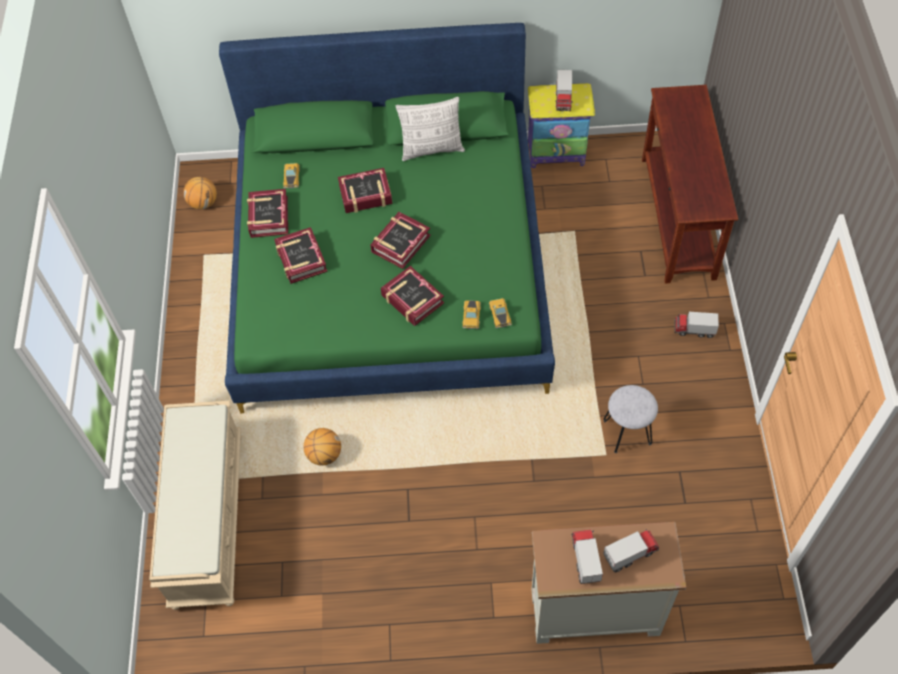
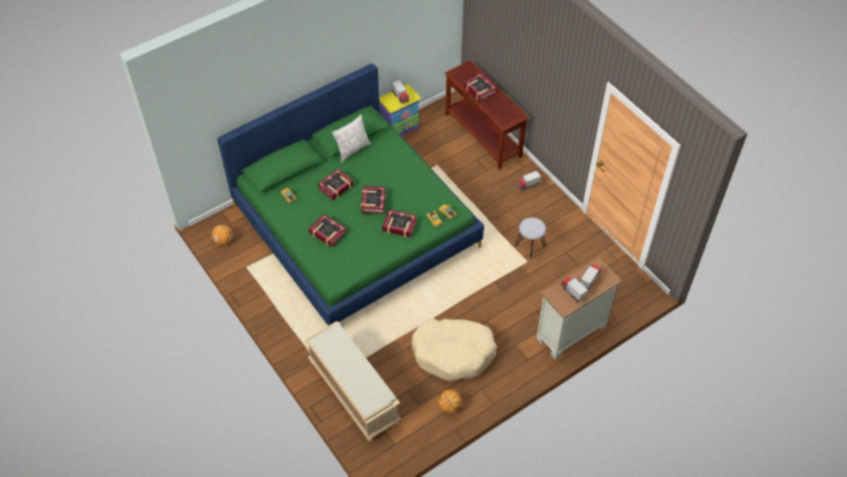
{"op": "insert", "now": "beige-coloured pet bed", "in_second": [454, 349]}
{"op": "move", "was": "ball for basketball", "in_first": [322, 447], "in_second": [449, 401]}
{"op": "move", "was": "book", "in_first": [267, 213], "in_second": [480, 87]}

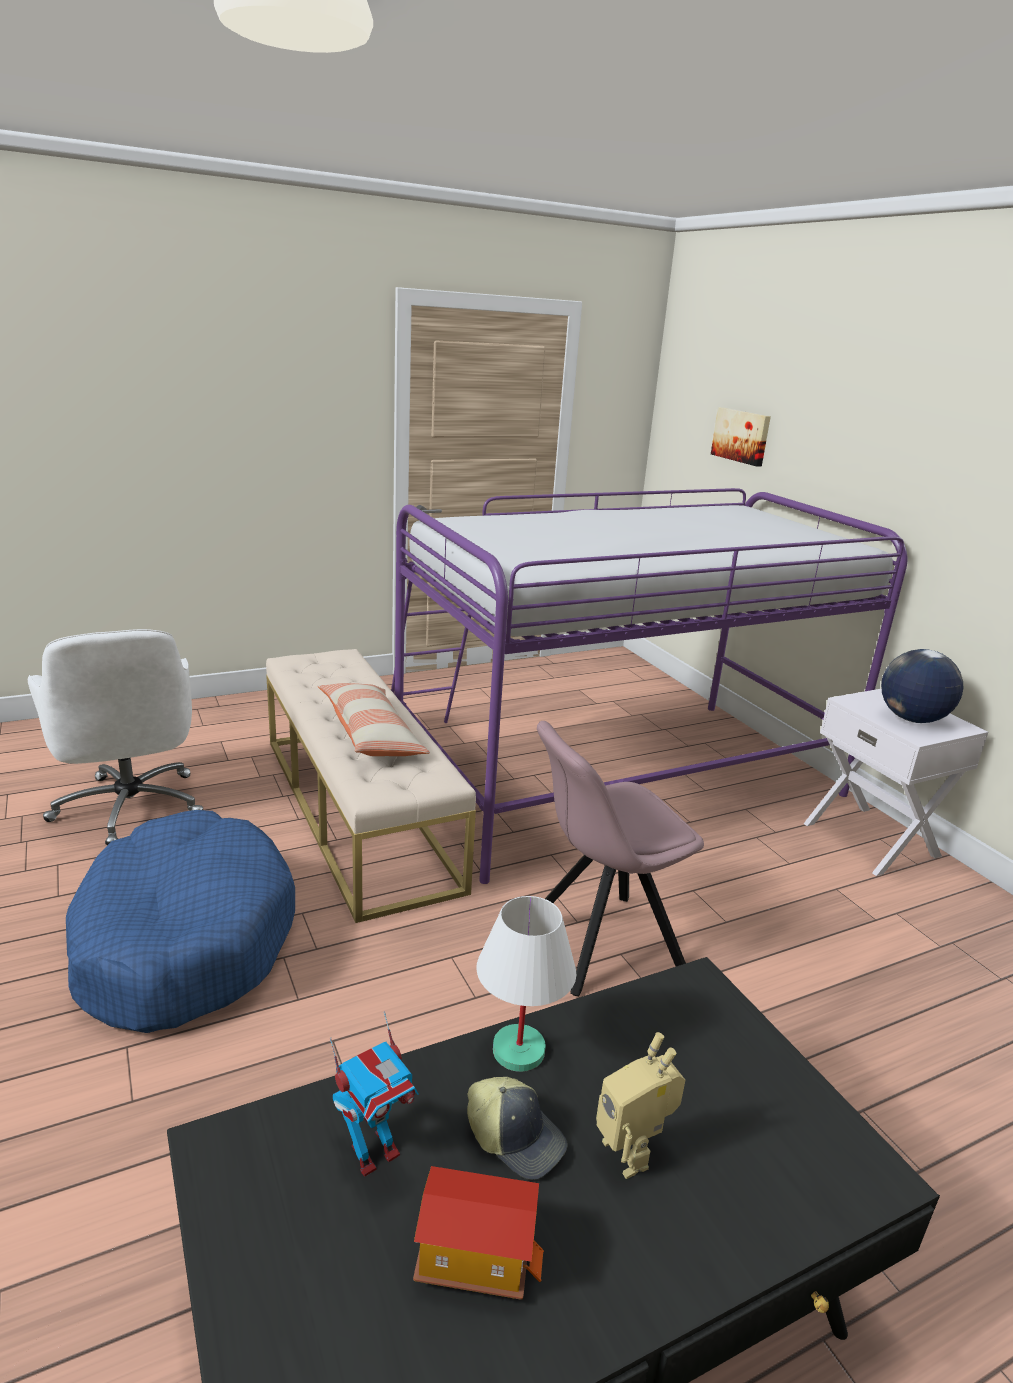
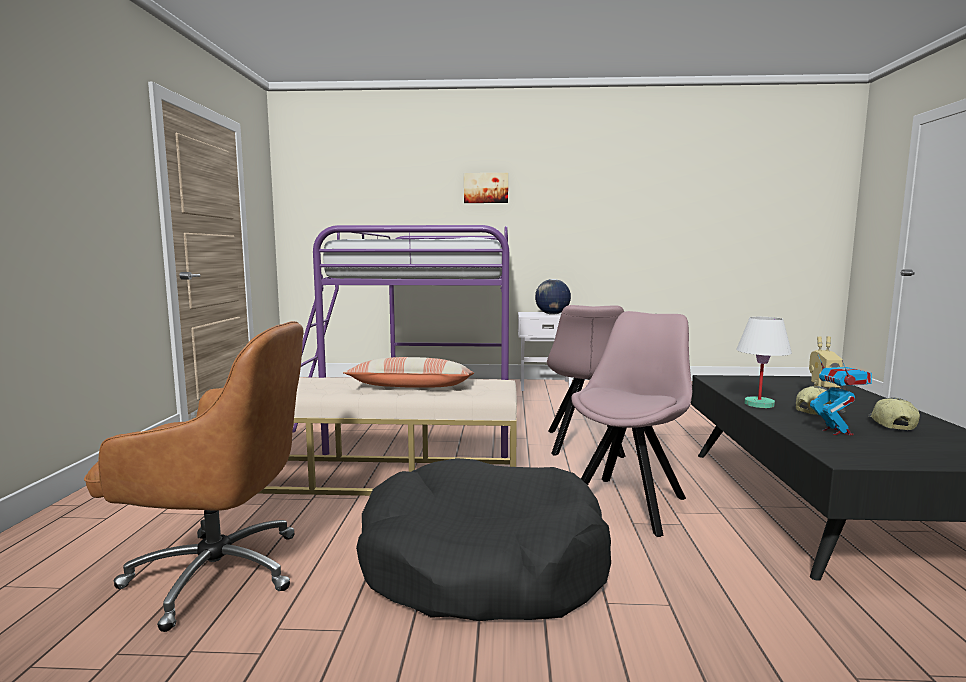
{"op": "recolor", "was": "white-coloured desk chair", "now": "brownish desk chair", "in_first": [115, 737], "in_second": [194, 476]}
{"op": "recolor", "was": "blue pet bed", "now": "blackish pet bed", "in_first": [180, 921], "in_second": [483, 539]}
{"op": "move", "was": "picture", "in_first": [741, 437], "in_second": [486, 188]}
{"op": "insert", "now": "pink plain chair", "in_second": [631, 424]}
{"op": "replace", "was": "miniature house", "now": "peaked cap", "in_first": [478, 1233], "in_second": [894, 413]}

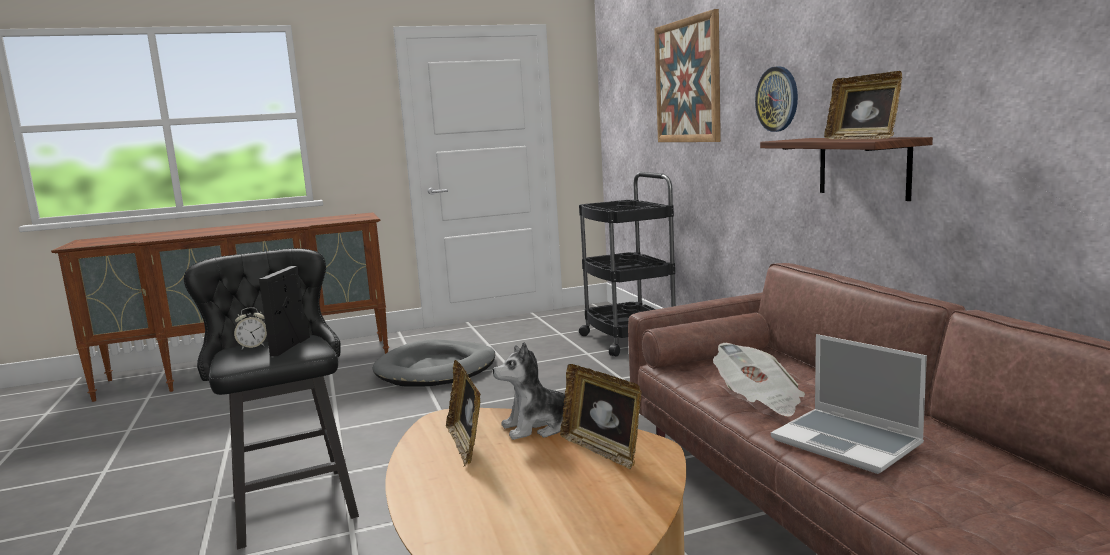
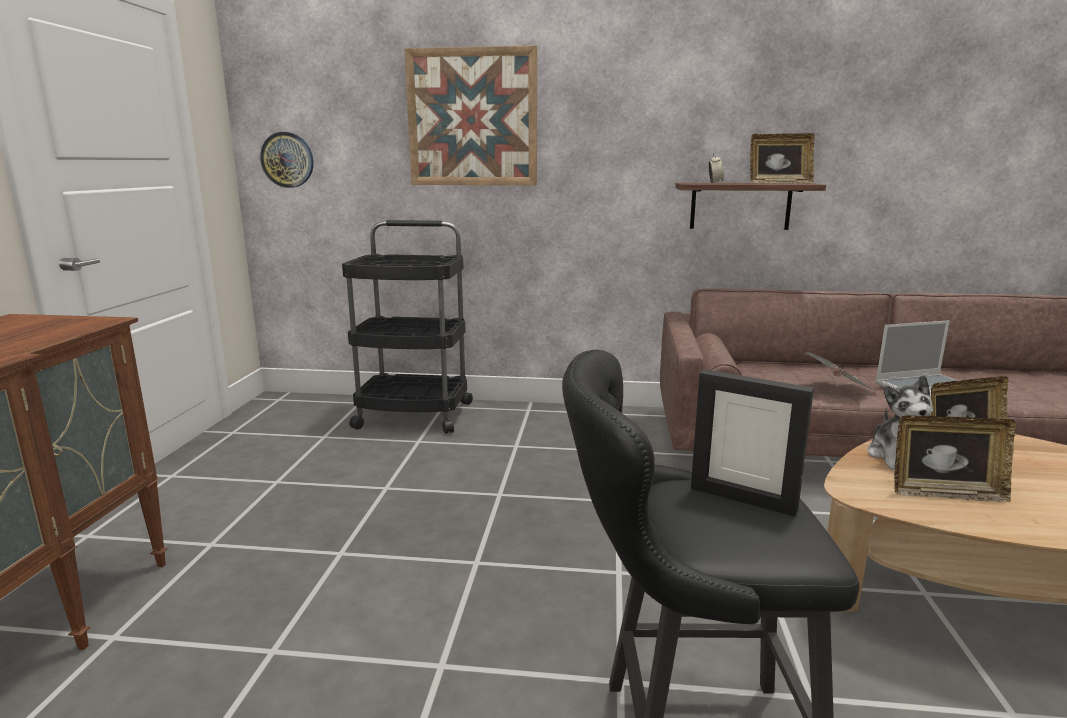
{"op": "move", "was": "clock on the wall", "in_first": [776, 99], "in_second": [286, 160]}
{"op": "move", "was": "bedside clock", "in_first": [250, 328], "in_second": [716, 167]}
{"op": "delete", "was": "gray pet bed", "in_first": [434, 363]}

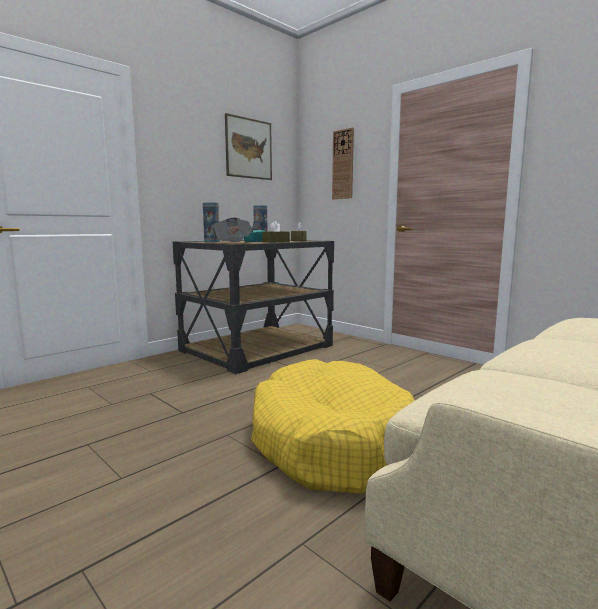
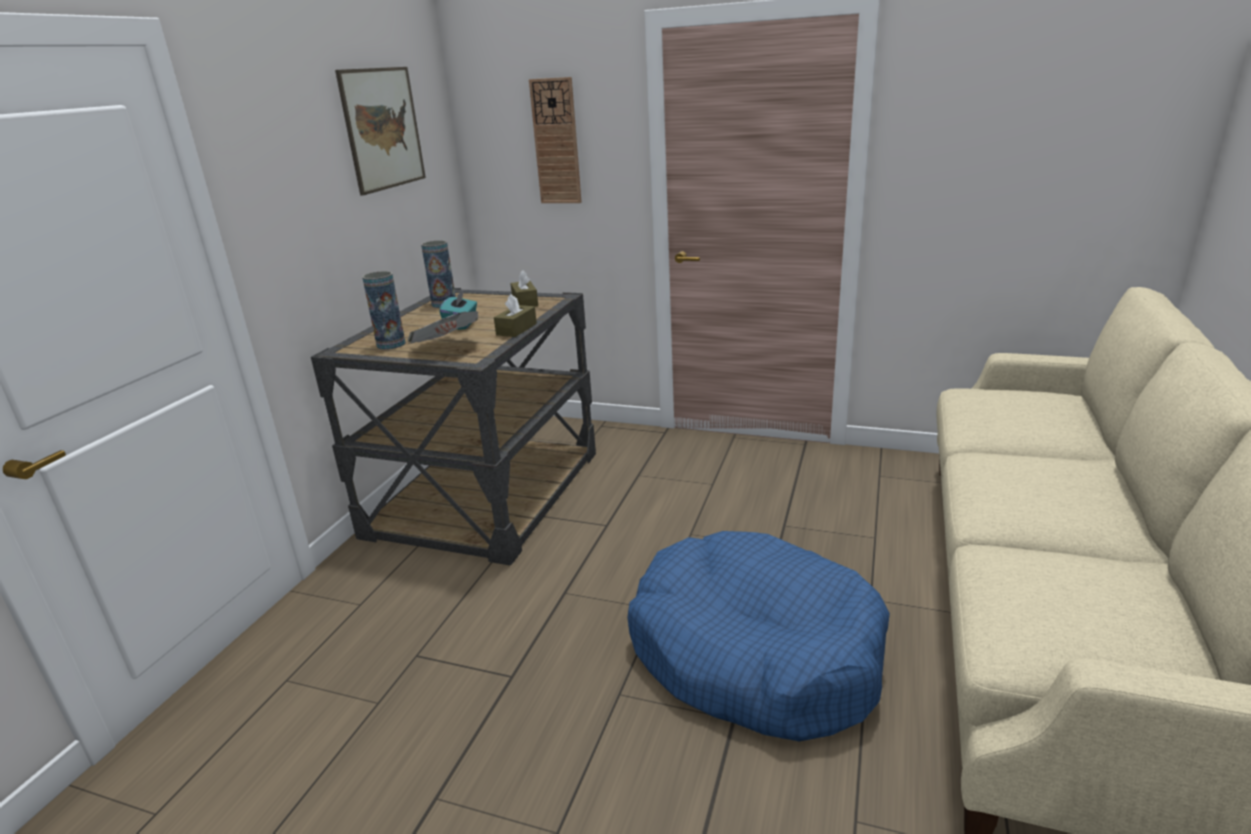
{"op": "recolor", "was": "yellowish pet bed", "now": "blue pet bed", "in_first": [333, 426], "in_second": [758, 636]}

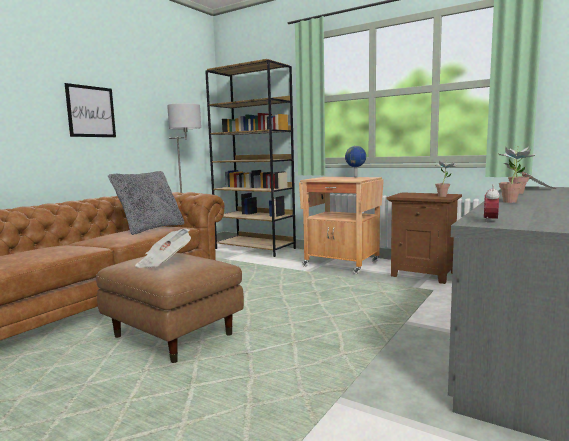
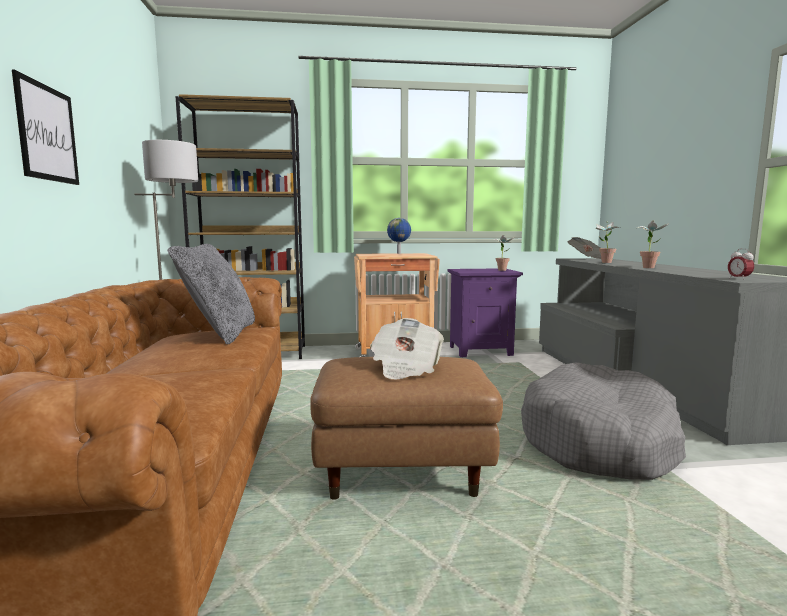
{"op": "recolor", "was": "brownish night table", "now": "purple night table", "in_first": [424, 238], "in_second": [485, 313]}
{"op": "insert", "now": "gray pet bed", "in_second": [603, 421]}

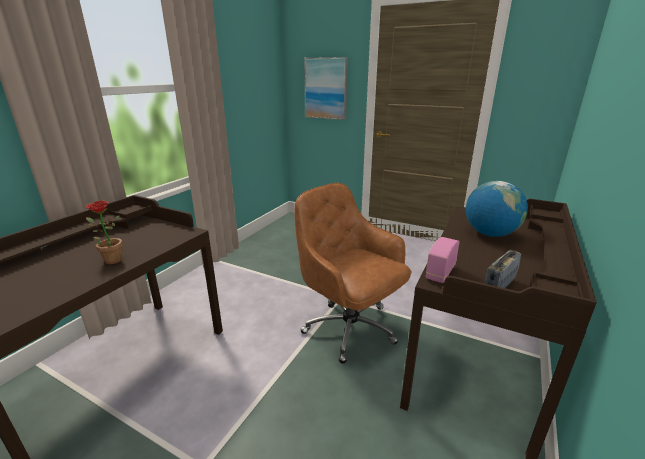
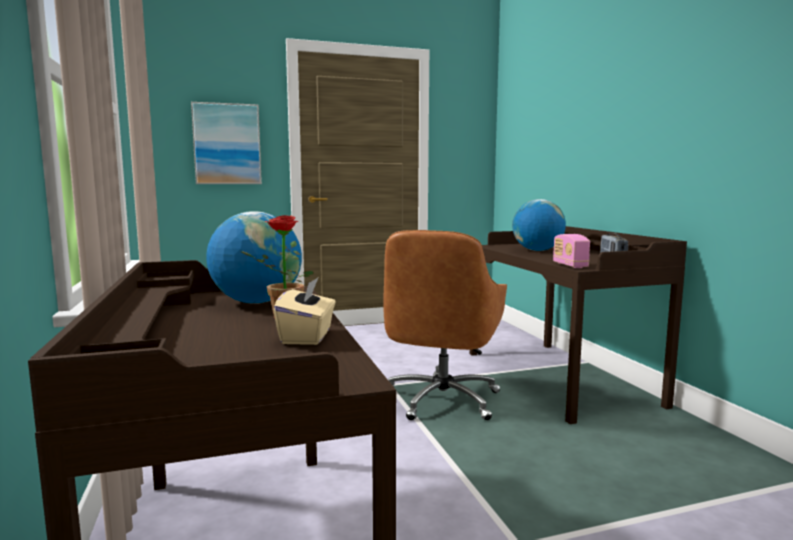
{"op": "insert", "now": "globe", "in_second": [254, 257]}
{"op": "insert", "now": "beige-coloured tissue holder", "in_second": [304, 311]}
{"op": "rotate", "was": "brownish desk chair", "in_first": [353, 273], "in_second": [445, 325], "clockwise": -75}

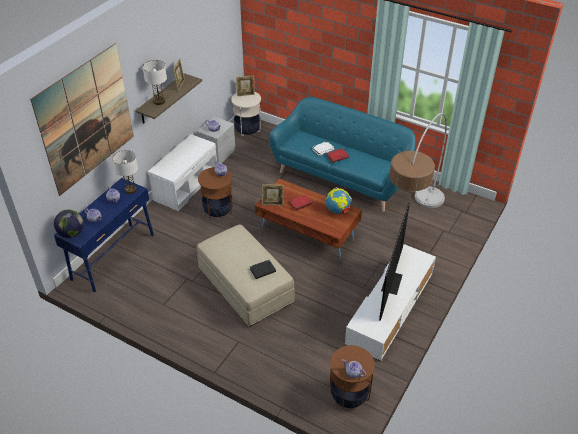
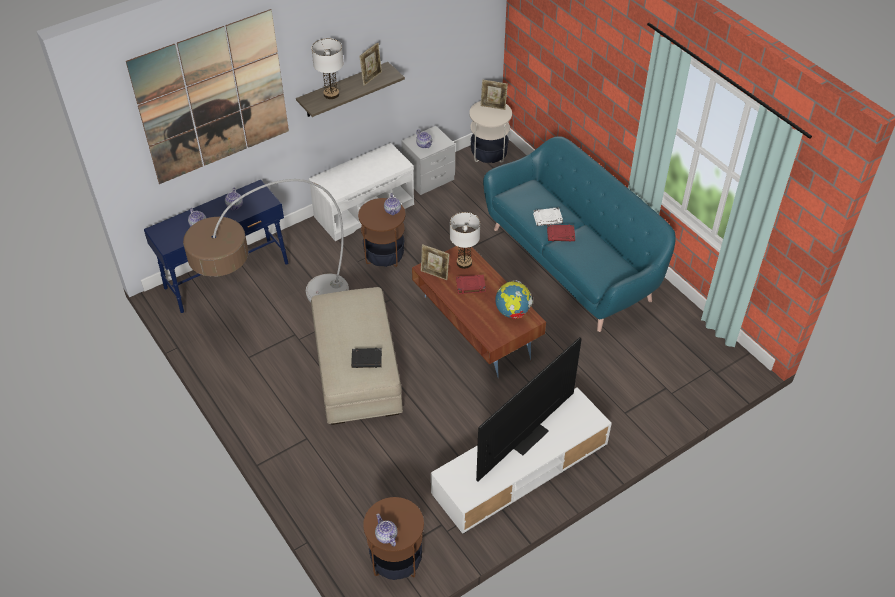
{"op": "move", "was": "standard lamp", "in_first": [418, 160], "in_second": [266, 241]}
{"op": "move", "was": "table lamp", "in_first": [125, 172], "in_second": [465, 240]}
{"op": "delete", "was": "globe", "in_first": [69, 223]}

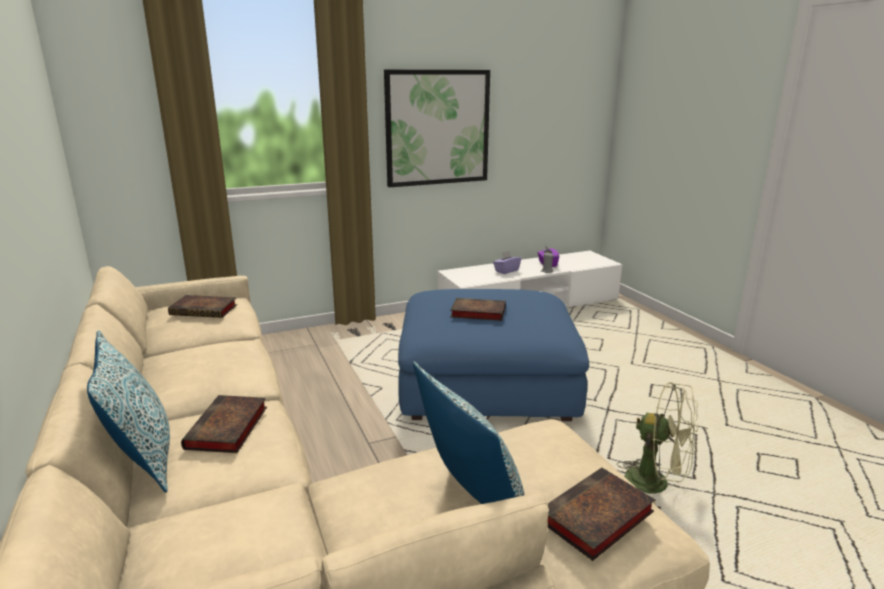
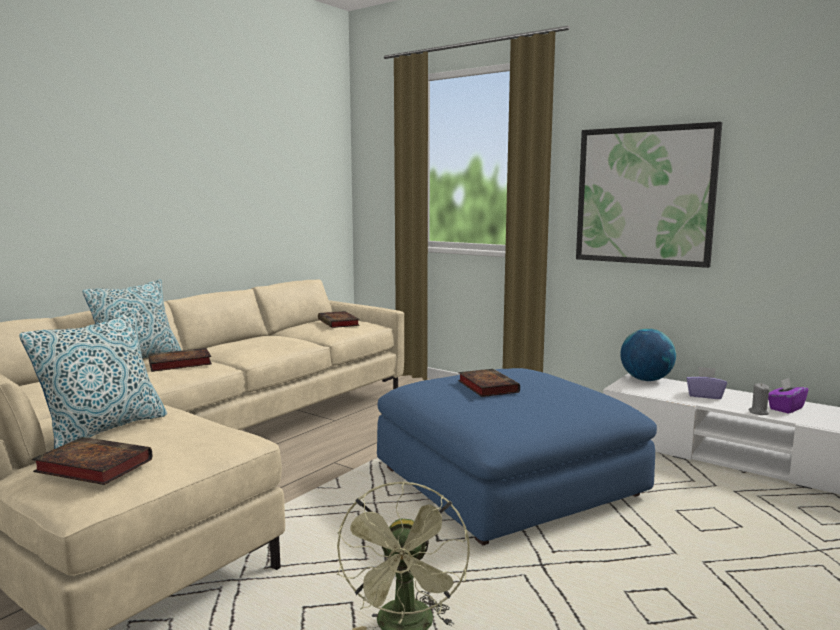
{"op": "insert", "now": "globe", "in_second": [648, 354]}

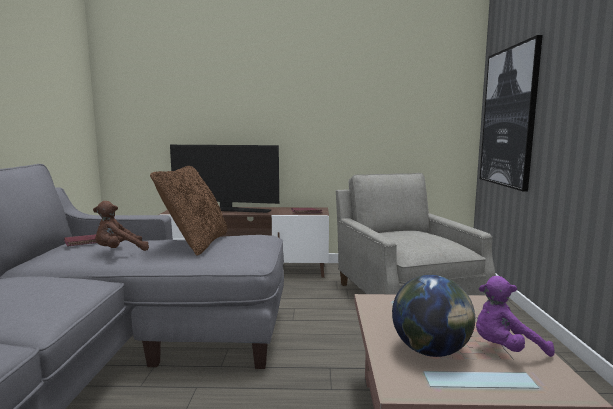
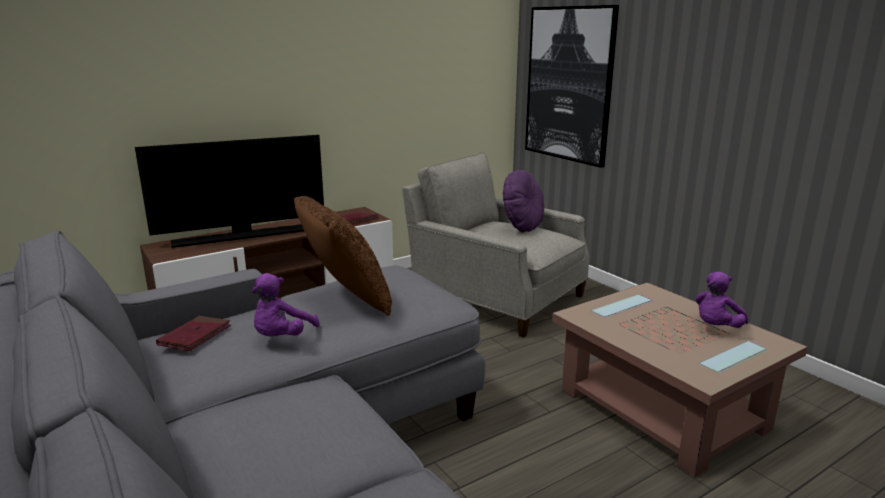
{"op": "recolor", "was": "brownish cuddly toy", "now": "purple cuddly toy", "in_first": [121, 226], "in_second": [286, 304]}
{"op": "insert", "now": "purple pillow", "in_second": [523, 201]}
{"op": "delete", "was": "globe", "in_first": [433, 316]}

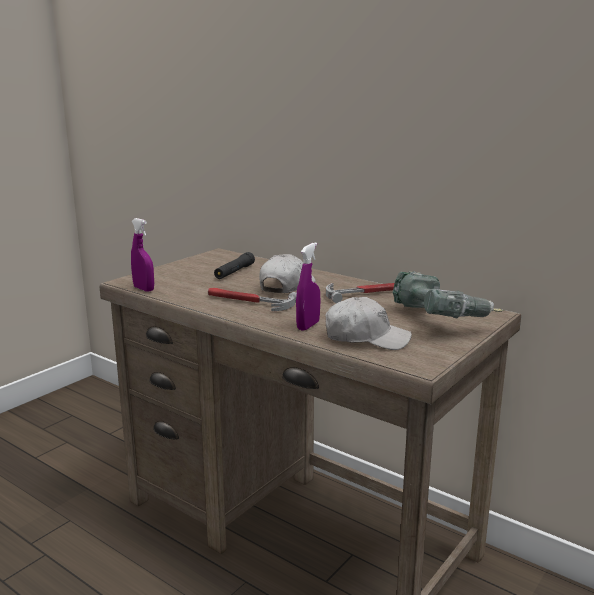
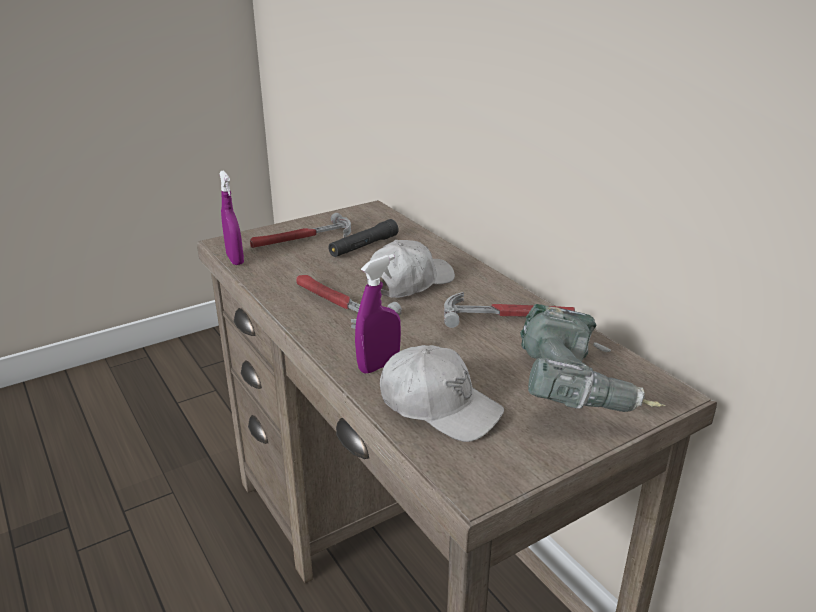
{"op": "insert", "now": "hand hammer", "in_second": [300, 230]}

